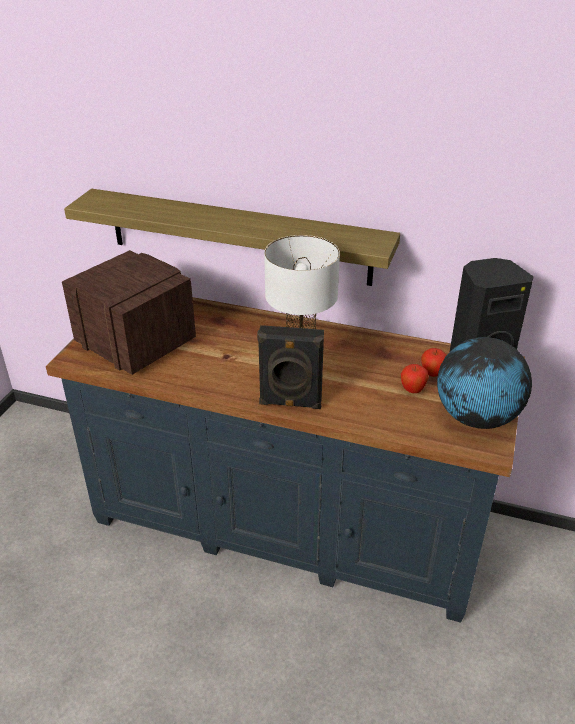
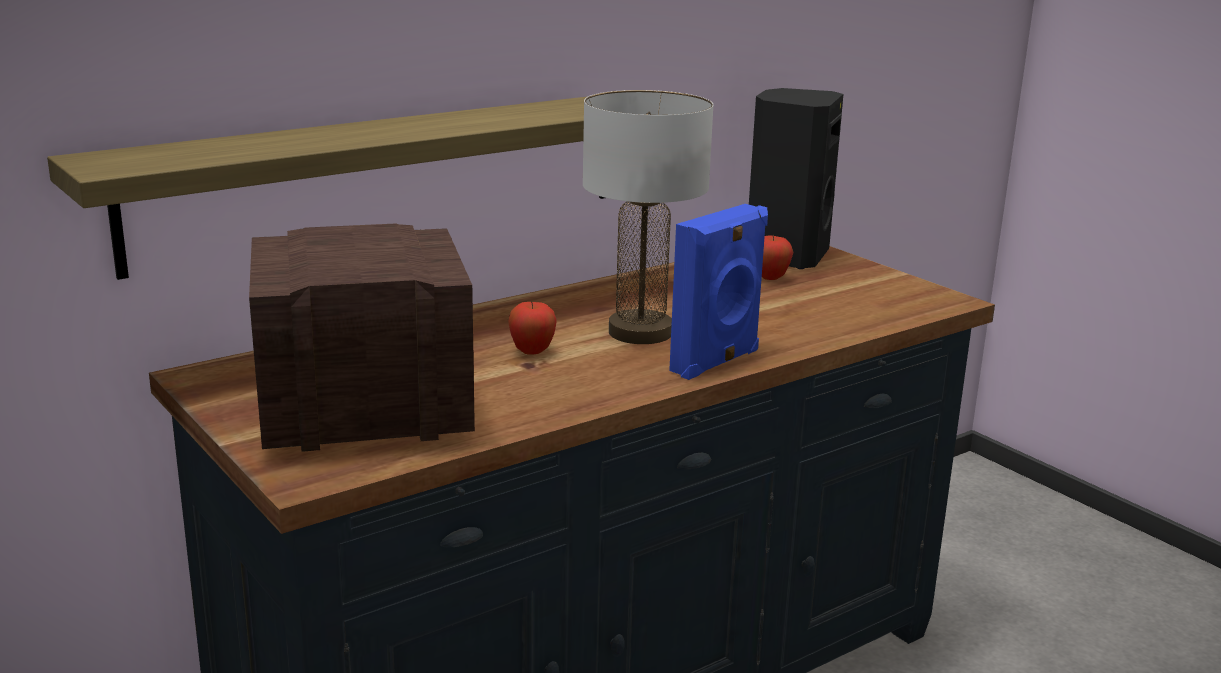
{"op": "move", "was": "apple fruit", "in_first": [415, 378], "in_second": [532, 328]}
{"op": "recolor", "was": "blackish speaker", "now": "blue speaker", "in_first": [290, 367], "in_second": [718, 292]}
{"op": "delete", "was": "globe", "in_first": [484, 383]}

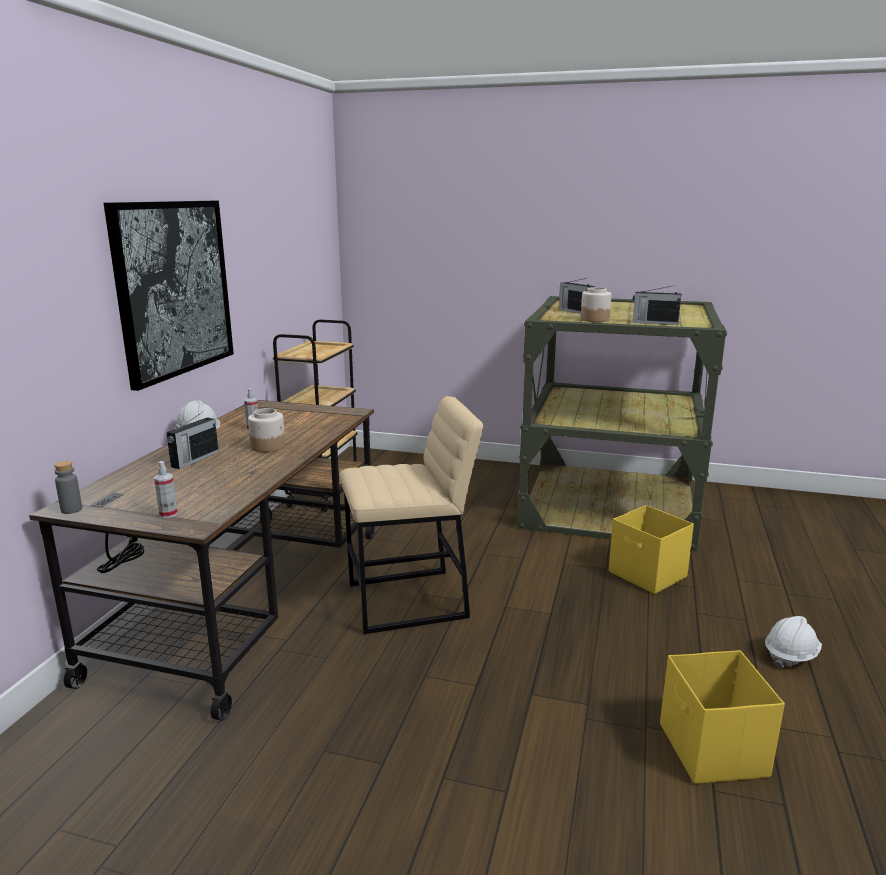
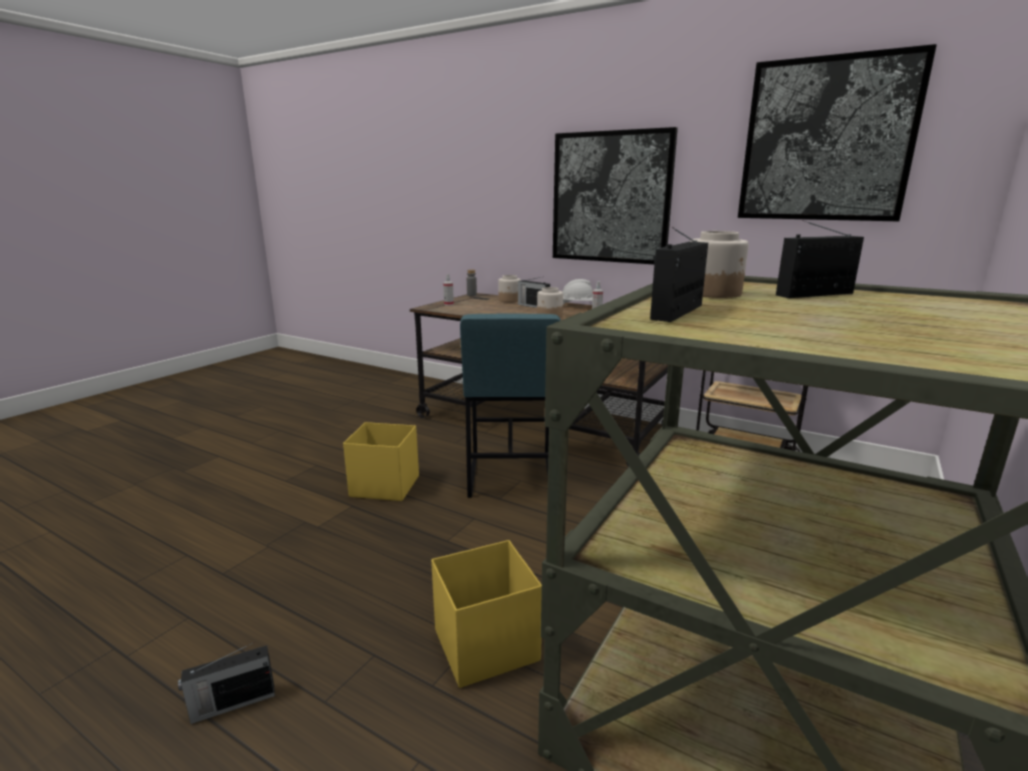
{"op": "replace", "was": "white-coloured safety helmet", "now": "radio", "in_first": [793, 642], "in_second": [226, 683]}
{"op": "move", "was": "yellowish storage bin", "in_first": [722, 717], "in_second": [381, 461]}
{"op": "recolor", "was": "beige-coloured stool seat", "now": "blue stool seat", "in_first": [411, 515], "in_second": [510, 405]}
{"op": "insert", "now": "jar", "in_second": [509, 288]}
{"op": "insert", "now": "picture", "in_second": [837, 132]}

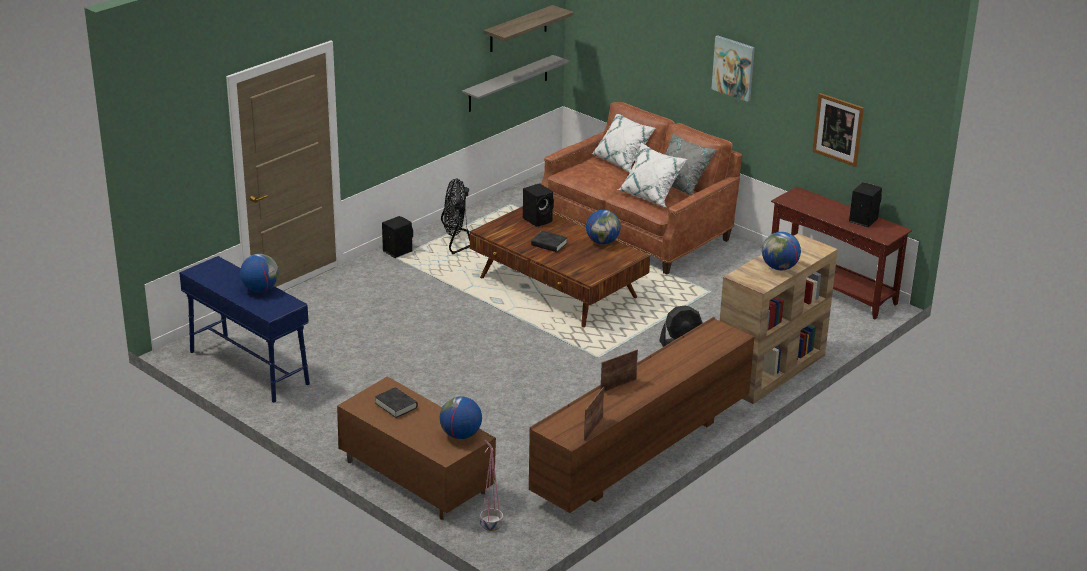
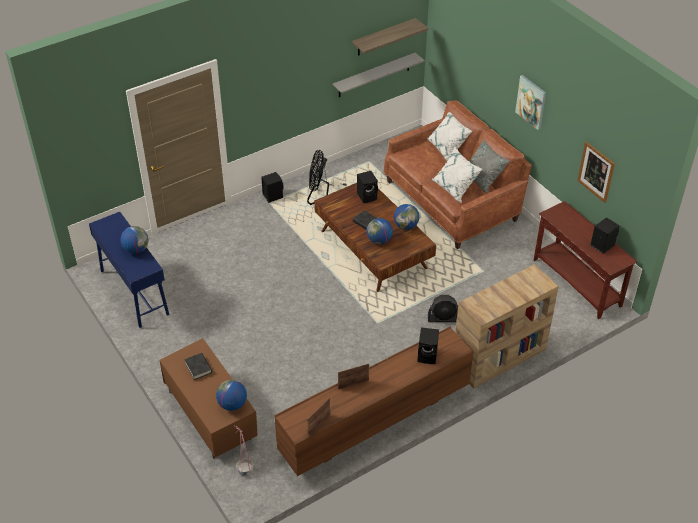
{"op": "move", "was": "globe", "in_first": [781, 251], "in_second": [380, 231]}
{"op": "insert", "now": "blackish speaker", "in_second": [428, 345]}

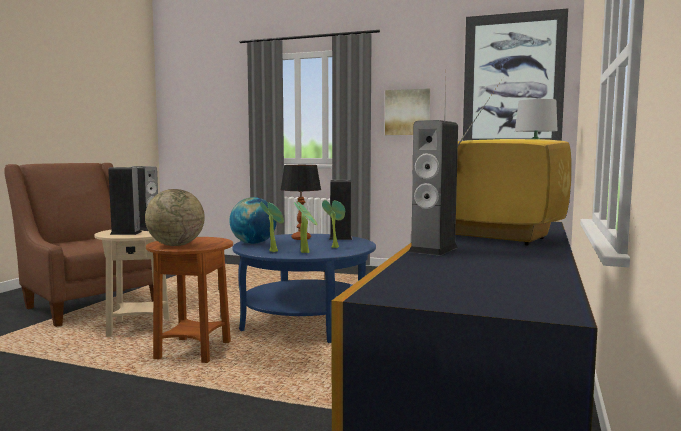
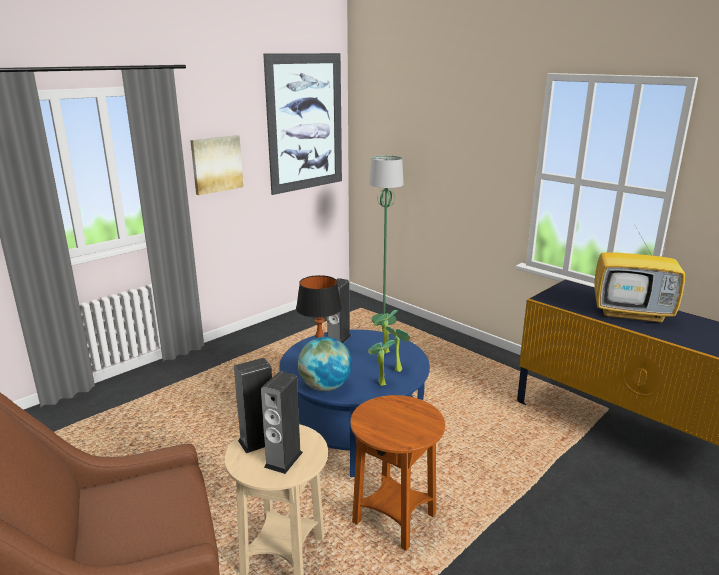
{"op": "rotate", "was": "television", "in_first": [508, 162], "in_second": [639, 270], "clockwise": -135}
{"op": "delete", "was": "globe", "in_first": [175, 217]}
{"op": "delete", "was": "speaker", "in_first": [433, 188]}

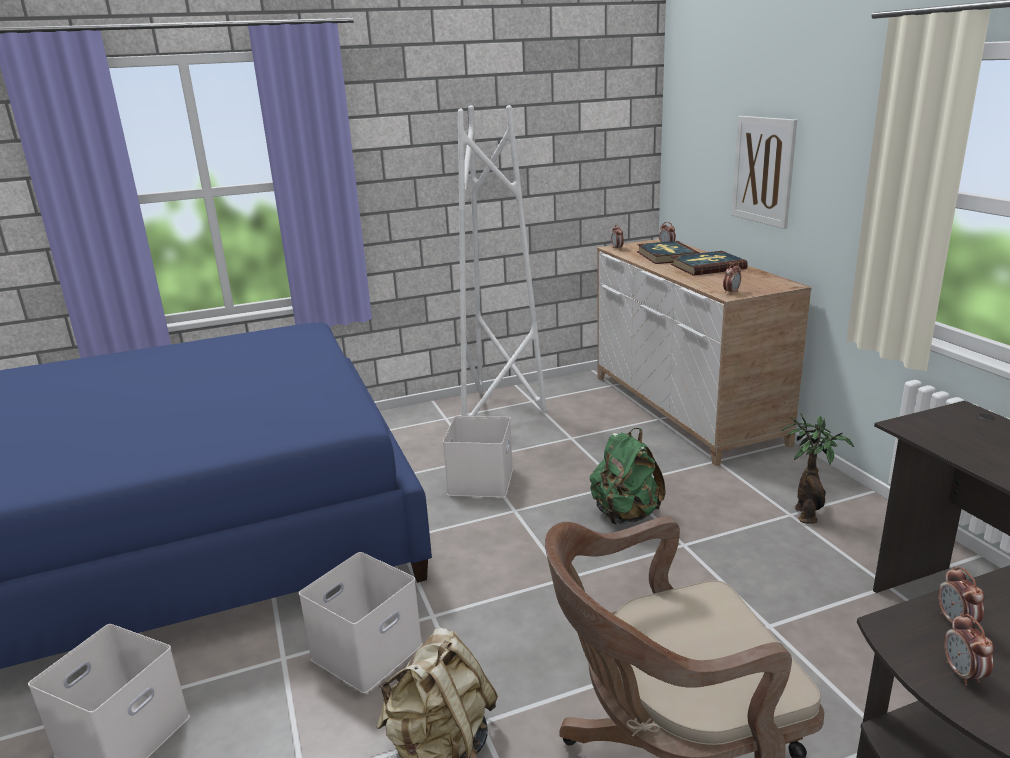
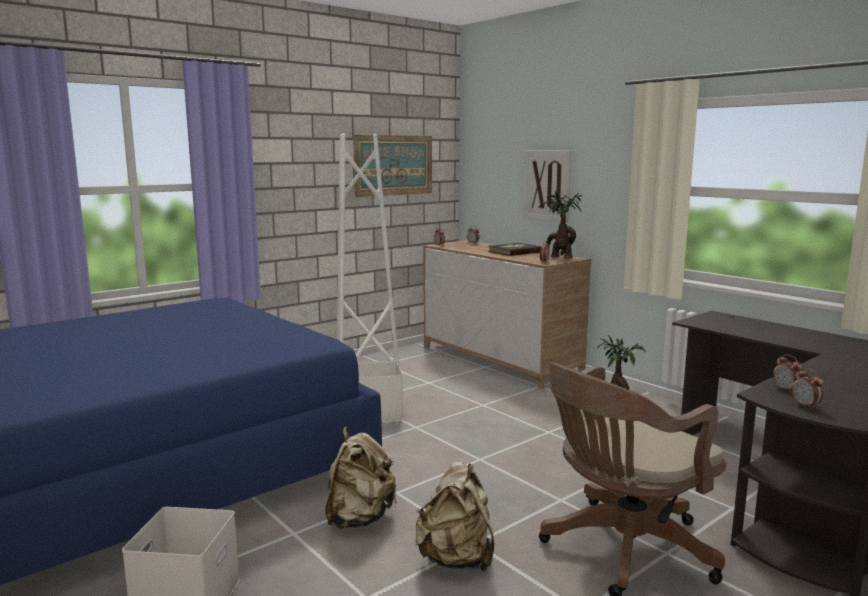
{"op": "replace", "was": "white-coloured storage bin", "now": "beige-coloured backpack", "in_first": [361, 623], "in_second": [361, 478]}
{"op": "insert", "now": "picture", "in_second": [392, 166]}
{"op": "insert", "now": "houseplant", "in_second": [561, 224]}
{"op": "delete", "was": "green-coloured backpack", "in_first": [627, 476]}
{"op": "delete", "was": "book", "in_first": [668, 252]}

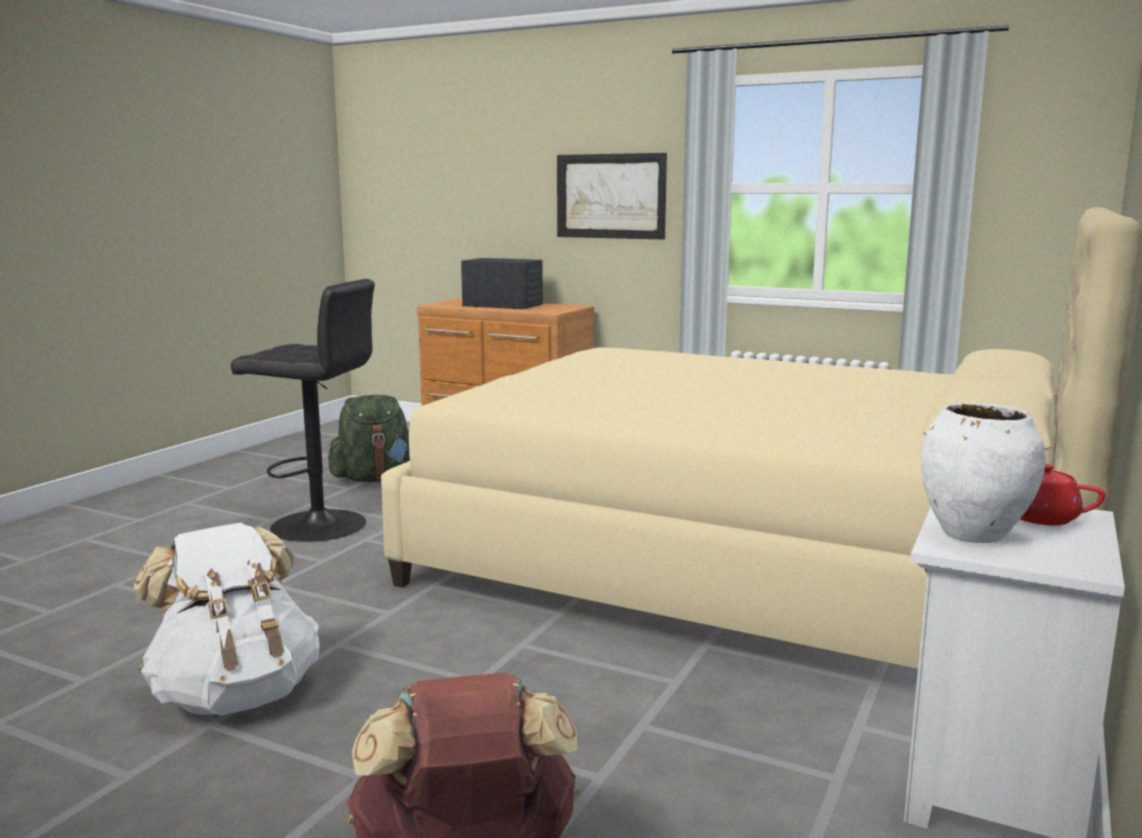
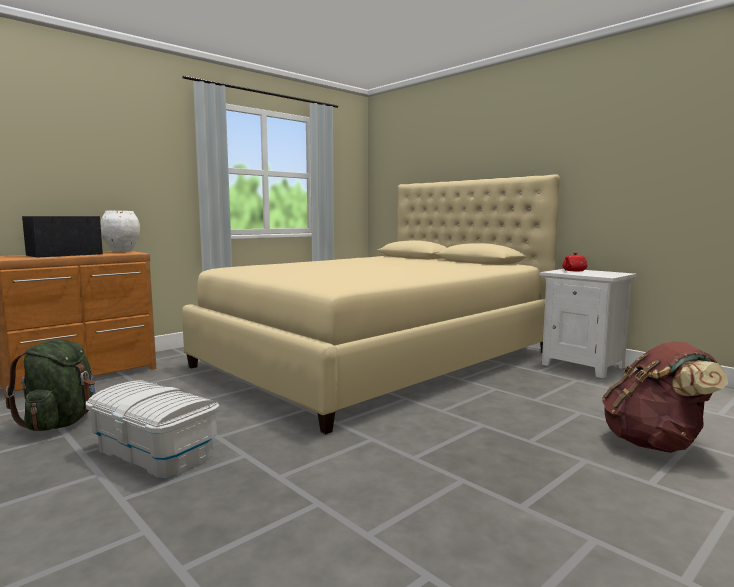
{"op": "replace", "was": "blackish stool seat", "now": "white-coloured storage bin", "in_first": [303, 410], "in_second": [153, 429]}
{"op": "move", "was": "white-coloured flower vase", "in_first": [983, 473], "in_second": [120, 231]}
{"op": "delete", "was": "white-coloured backpack", "in_first": [227, 619]}
{"op": "delete", "was": "picture", "in_first": [612, 196]}

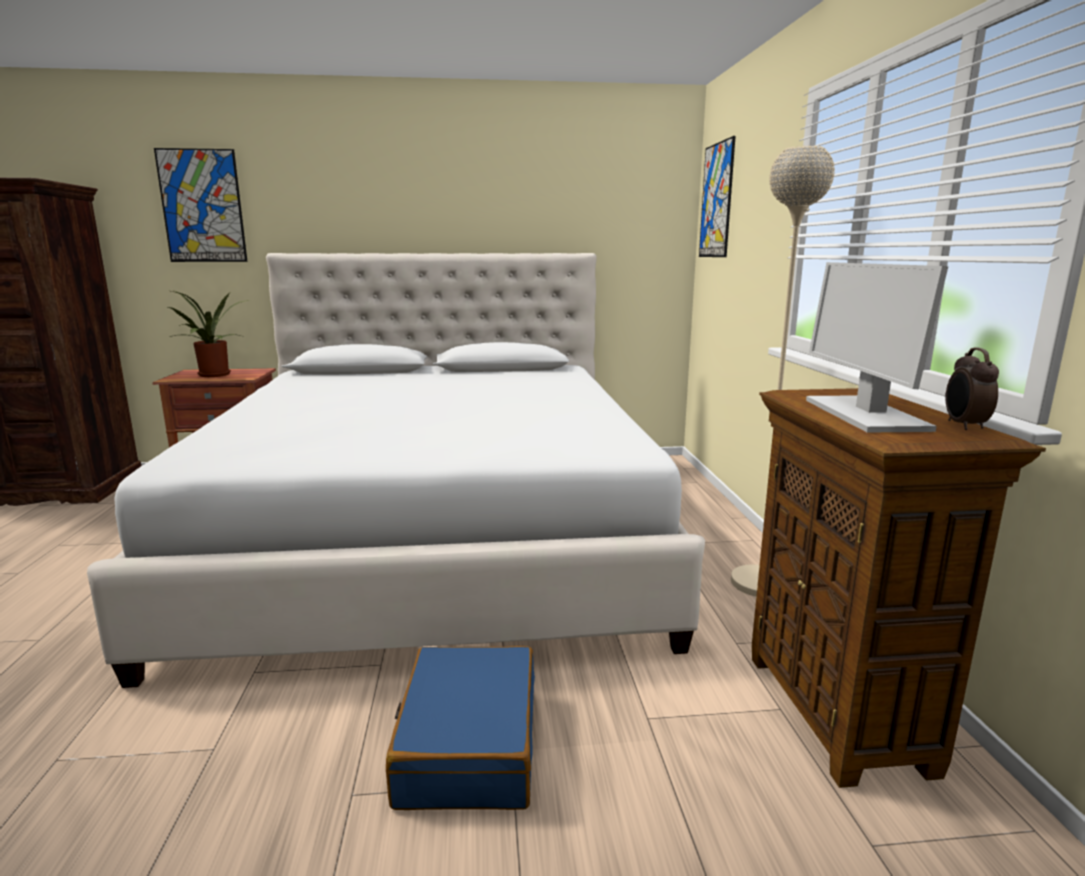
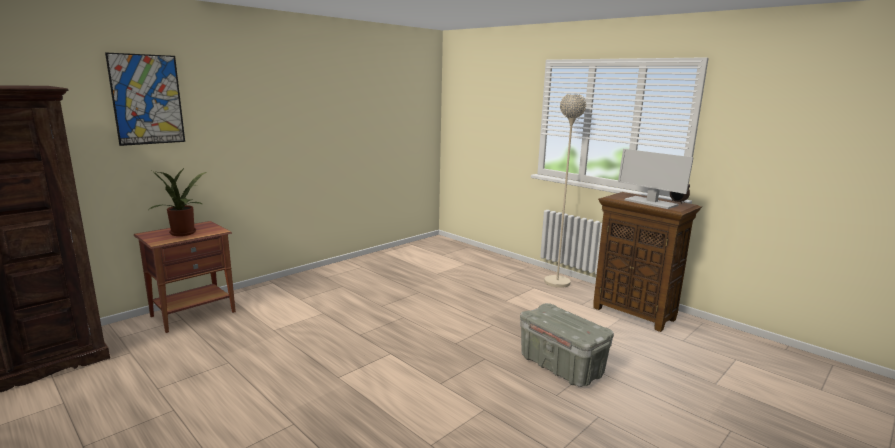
{"op": "replace", "was": "blue travel case", "now": "gray storage bin", "in_first": [460, 728], "in_second": [567, 345]}
{"op": "delete", "was": "white-coloured sleeping bed", "in_first": [396, 470]}
{"op": "delete", "was": "picture", "in_first": [717, 196]}

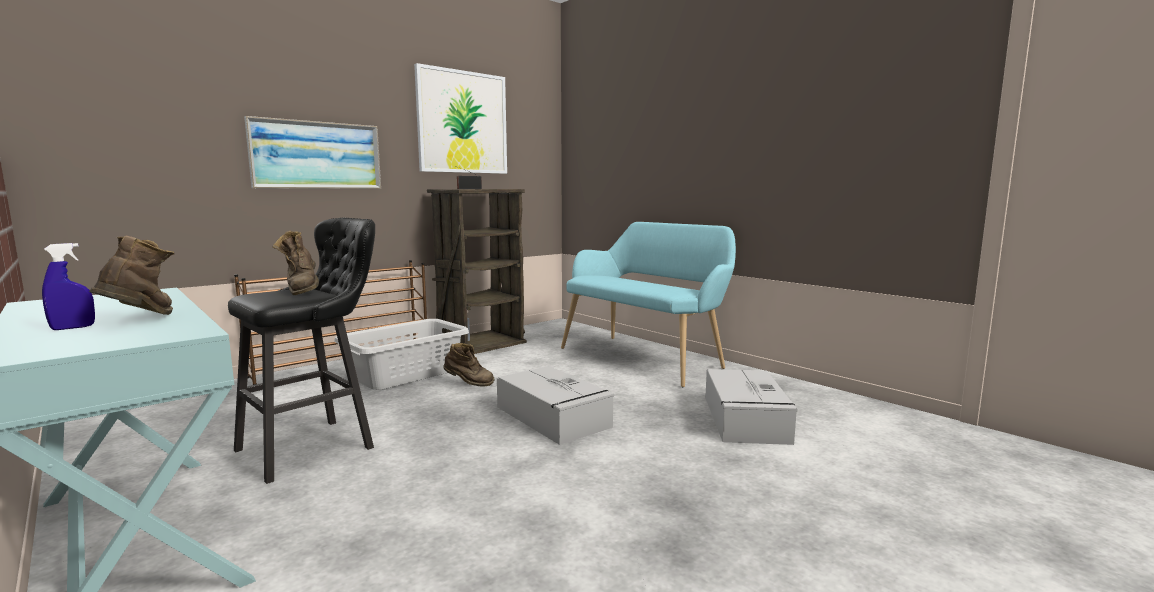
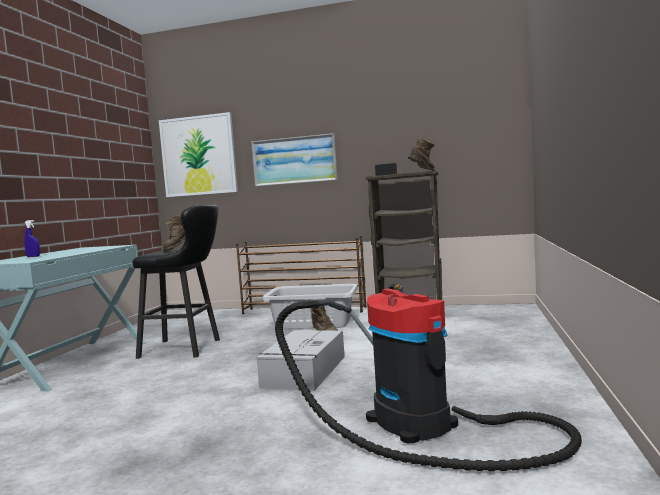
{"op": "move", "was": "picture", "in_first": [460, 118], "in_second": [198, 154]}
{"op": "replace", "was": "gray storage bin", "now": "vacuum cleaner", "in_first": [751, 407], "in_second": [428, 379]}
{"op": "move", "was": "brownish boot", "in_first": [132, 275], "in_second": [421, 154]}
{"op": "delete", "was": "turquoise long seat", "in_first": [648, 304]}

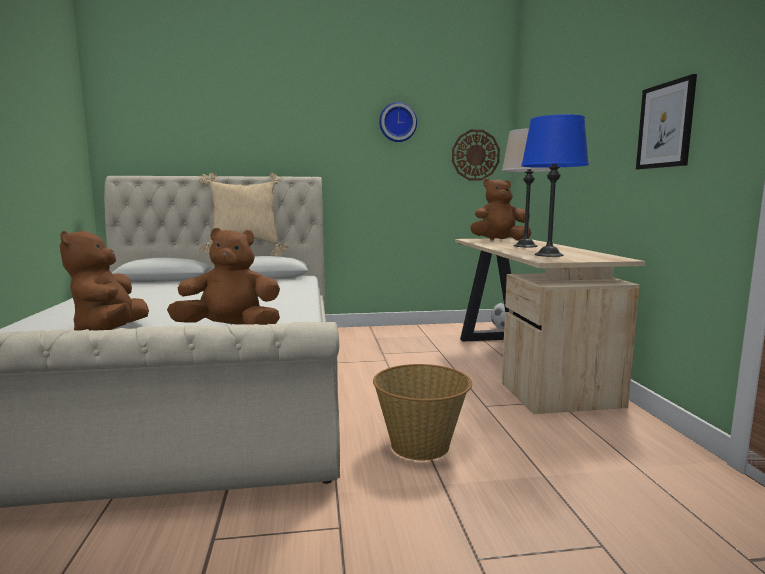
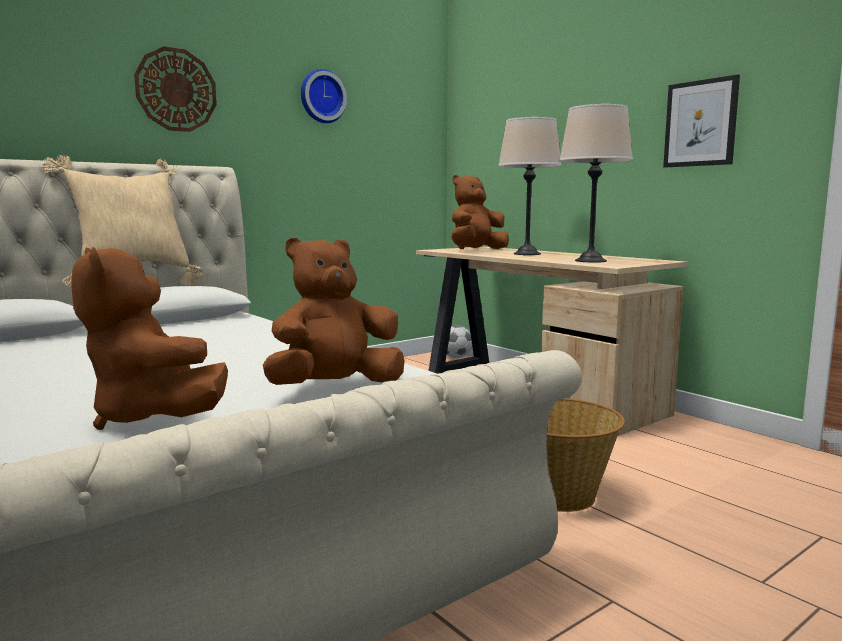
{"op": "move", "was": "clock on the wall", "in_first": [476, 155], "in_second": [175, 89]}
{"op": "recolor", "was": "blue table lamp", "now": "beige-coloured table lamp", "in_first": [555, 185], "in_second": [596, 183]}

